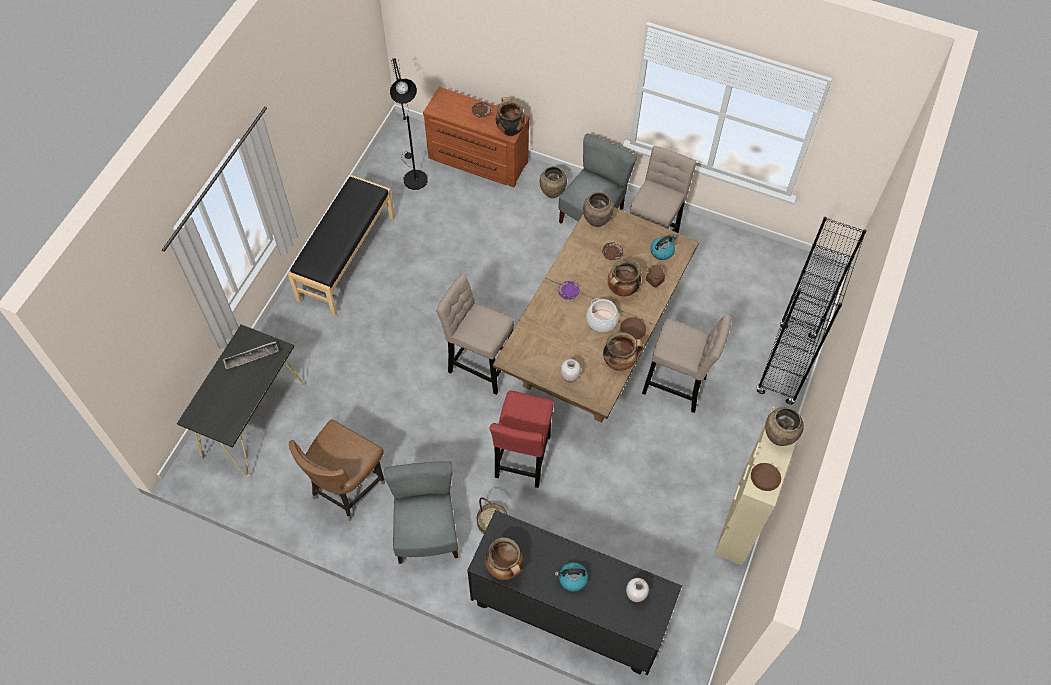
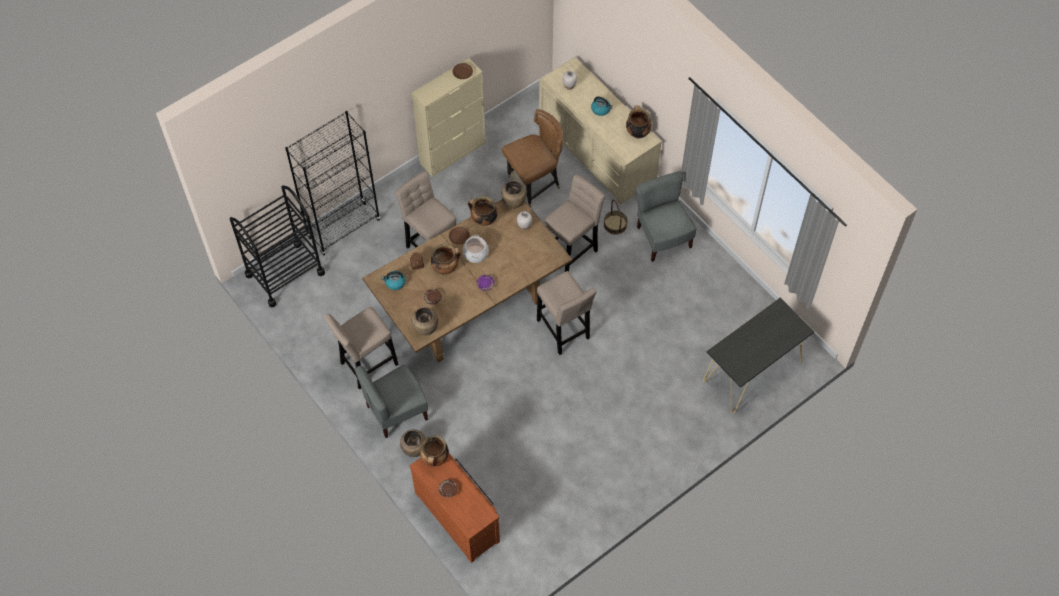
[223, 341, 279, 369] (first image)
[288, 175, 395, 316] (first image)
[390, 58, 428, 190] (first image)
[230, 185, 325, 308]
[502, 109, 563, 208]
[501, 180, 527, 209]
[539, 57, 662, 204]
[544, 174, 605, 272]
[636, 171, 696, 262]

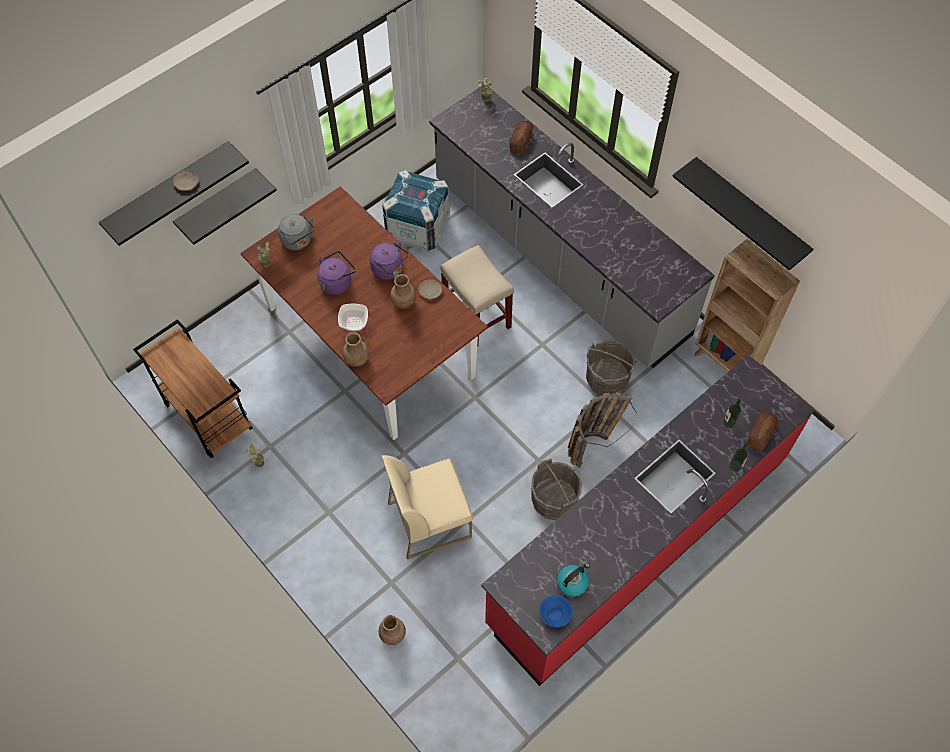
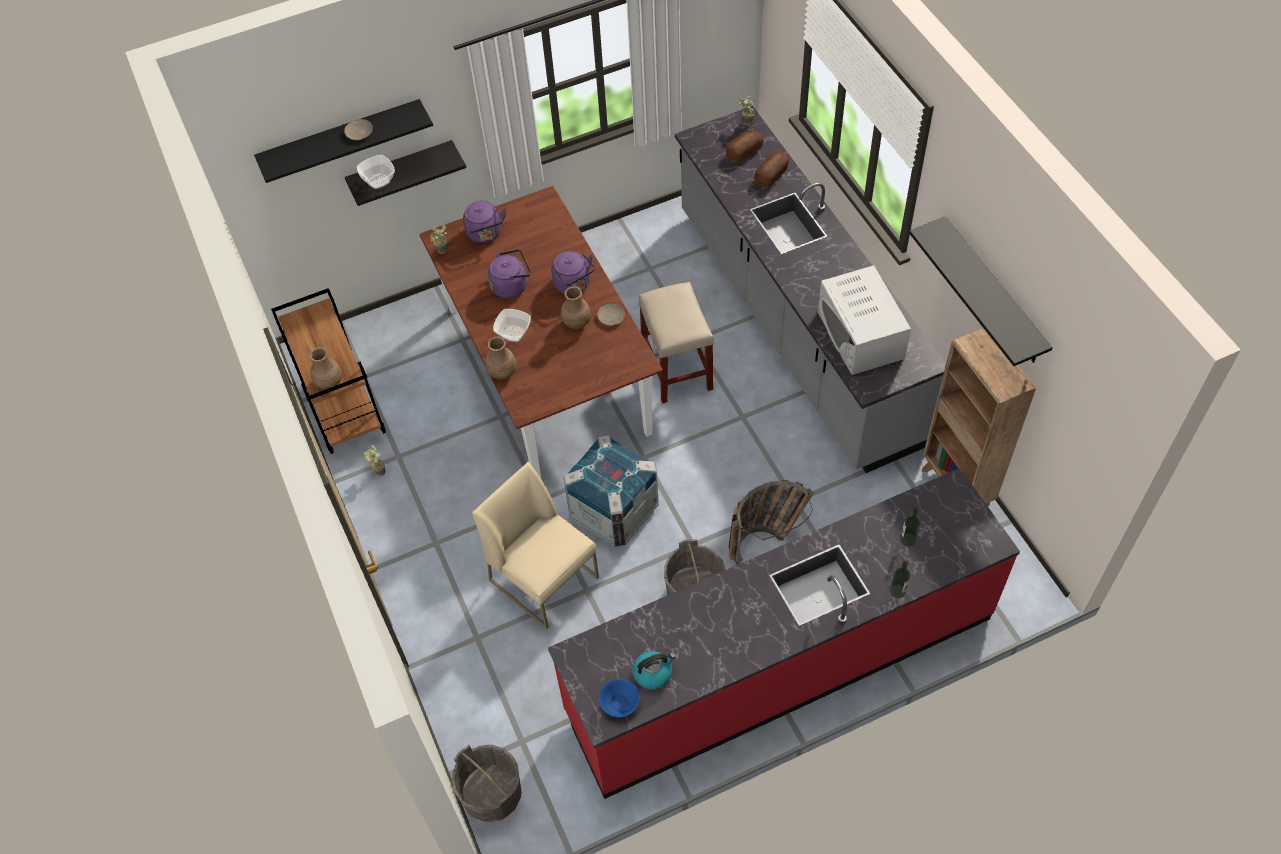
[357, 155, 395, 189]
[818, 265, 911, 375]
[310, 347, 342, 390]
[564, 435, 659, 547]
[452, 745, 522, 822]
[726, 130, 763, 163]
[463, 201, 506, 243]
[472, 462, 599, 629]

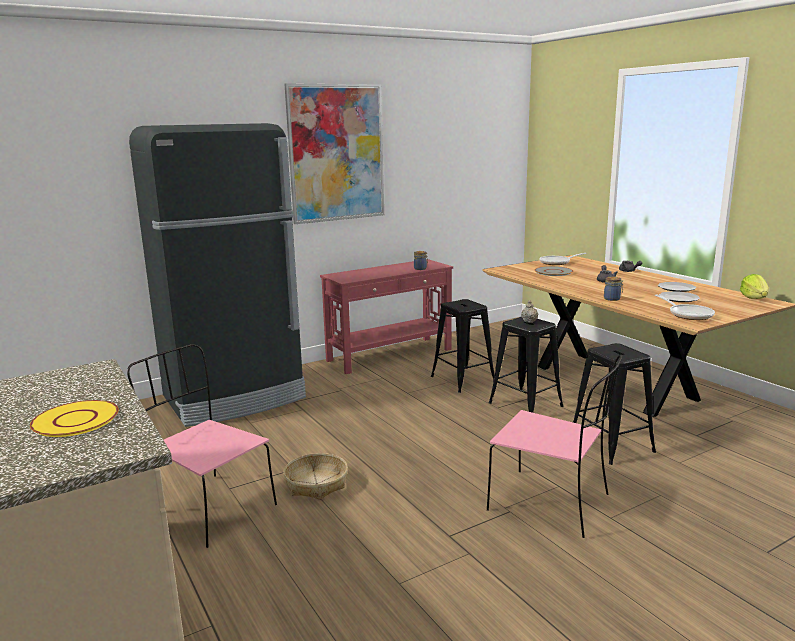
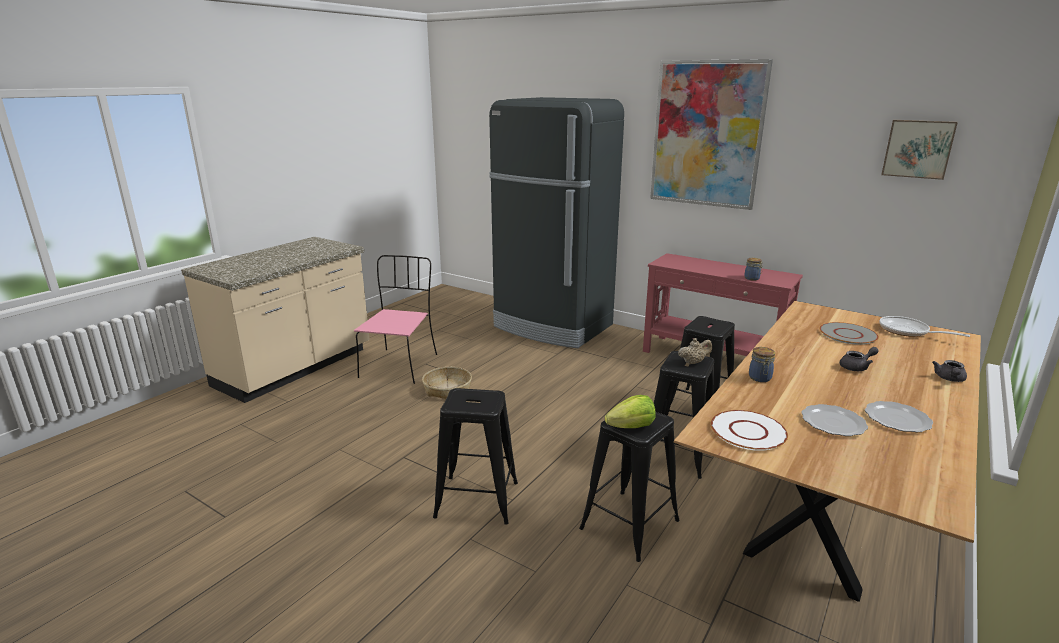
[30, 400, 119, 437] (first image)
[881, 120, 958, 180]
[605, 395, 656, 428]
[433, 388, 518, 525]
[711, 410, 788, 451]

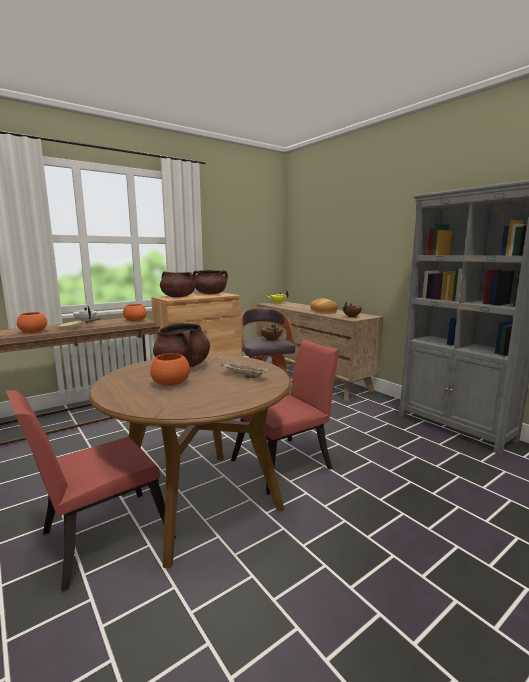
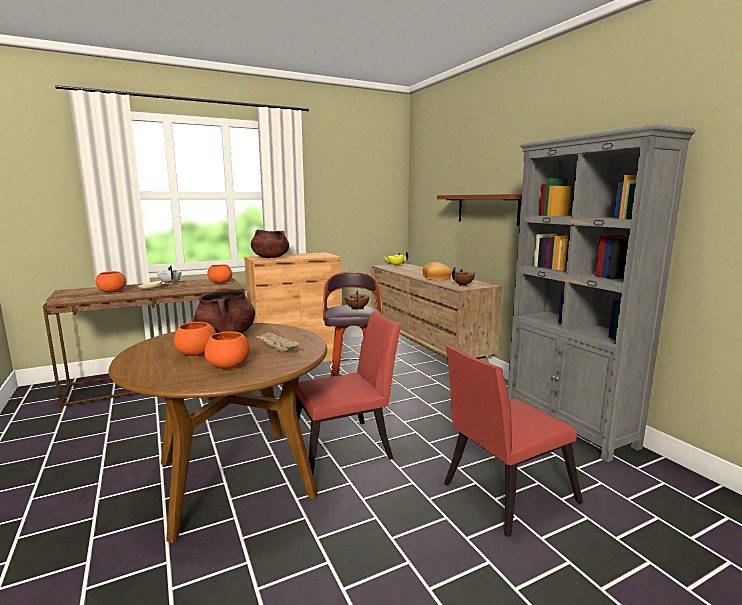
[193, 270, 228, 294] (first image)
[204, 331, 250, 369]
[437, 194, 522, 226]
[444, 346, 583, 537]

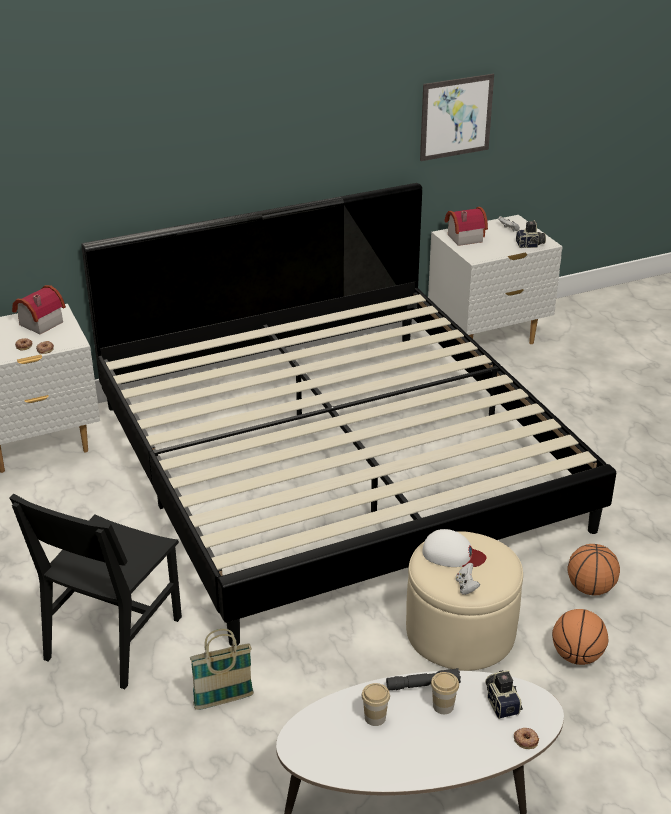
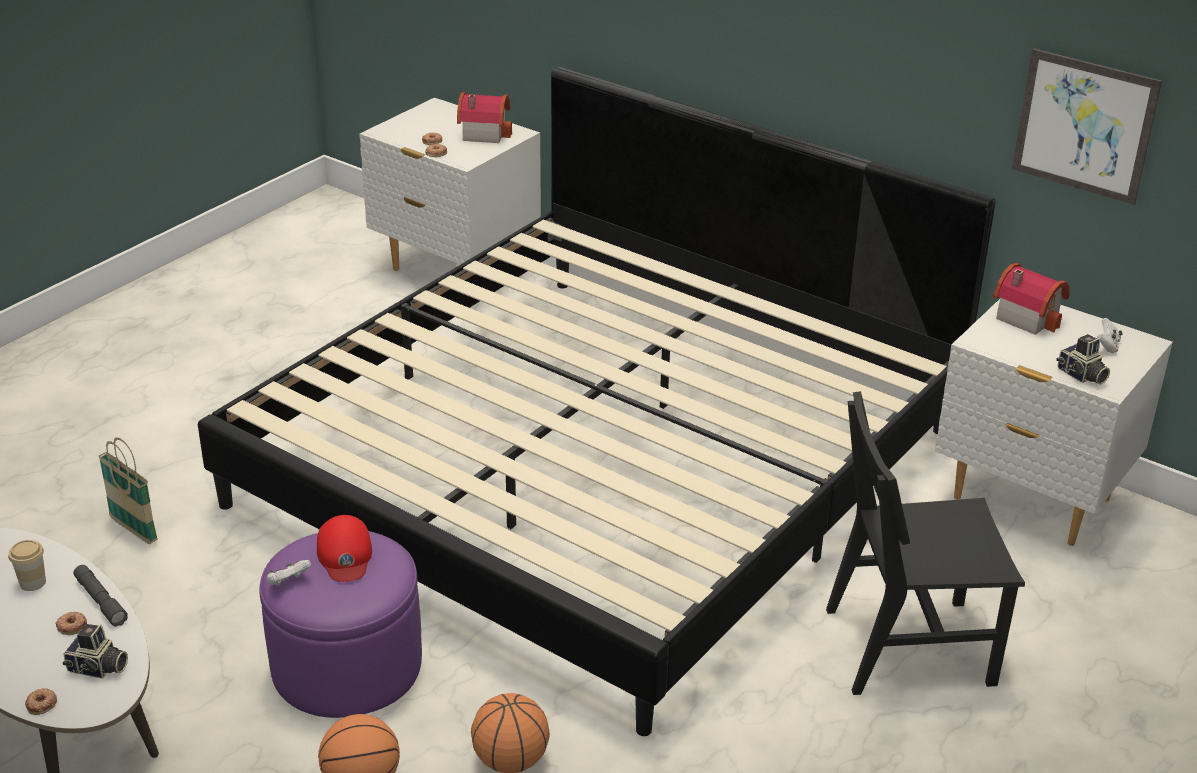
[826, 391, 1025, 695]
[56, 612, 87, 635]
[260, 531, 422, 718]
[317, 515, 372, 582]
[63, 624, 128, 679]

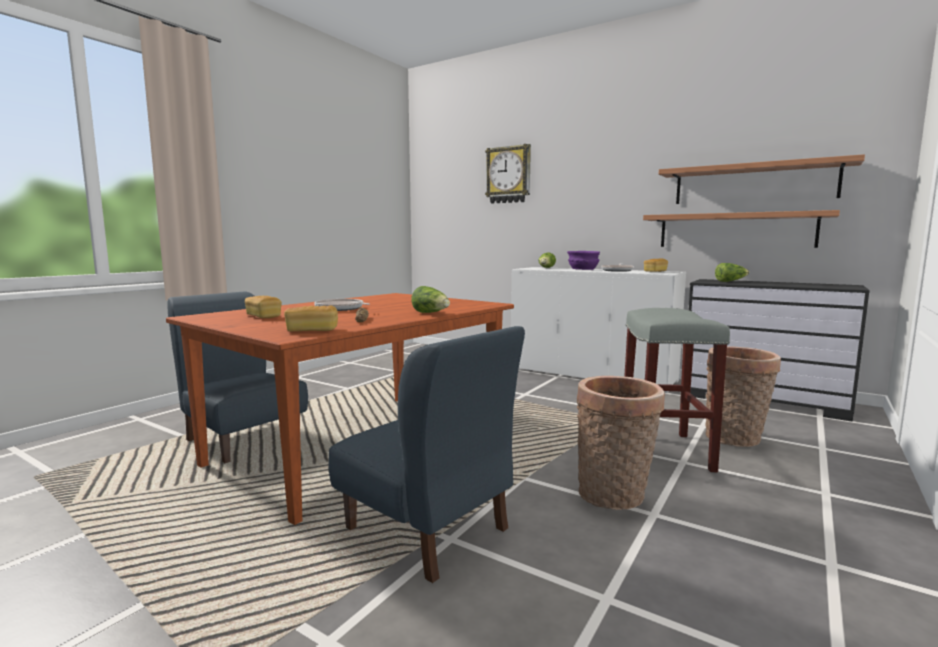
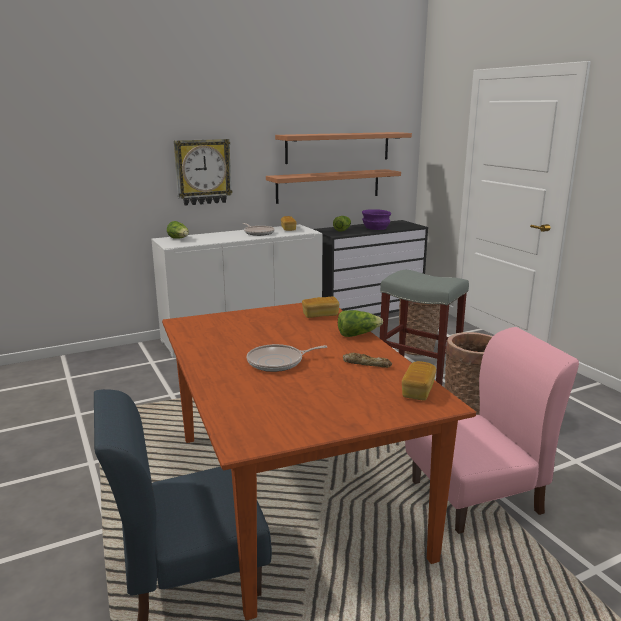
[302, 296, 339, 318]
[174, 139, 233, 206]
[362, 209, 391, 230]
[405, 327, 579, 534]

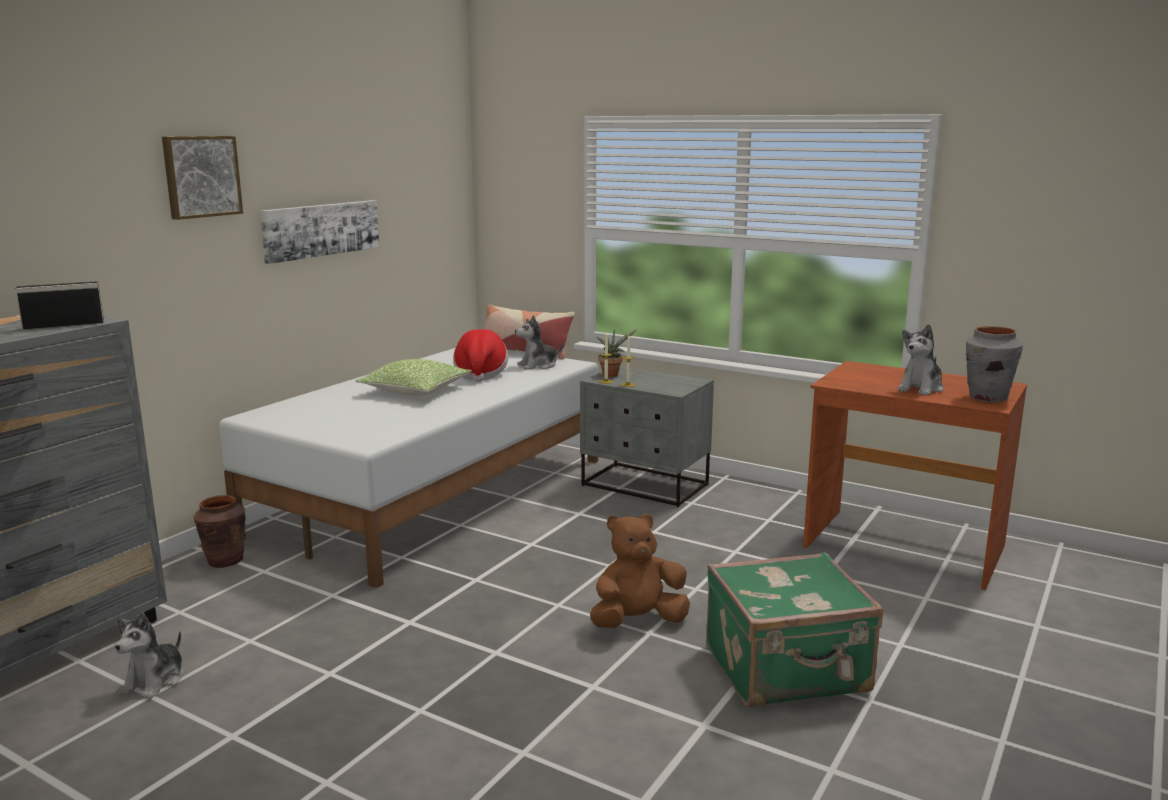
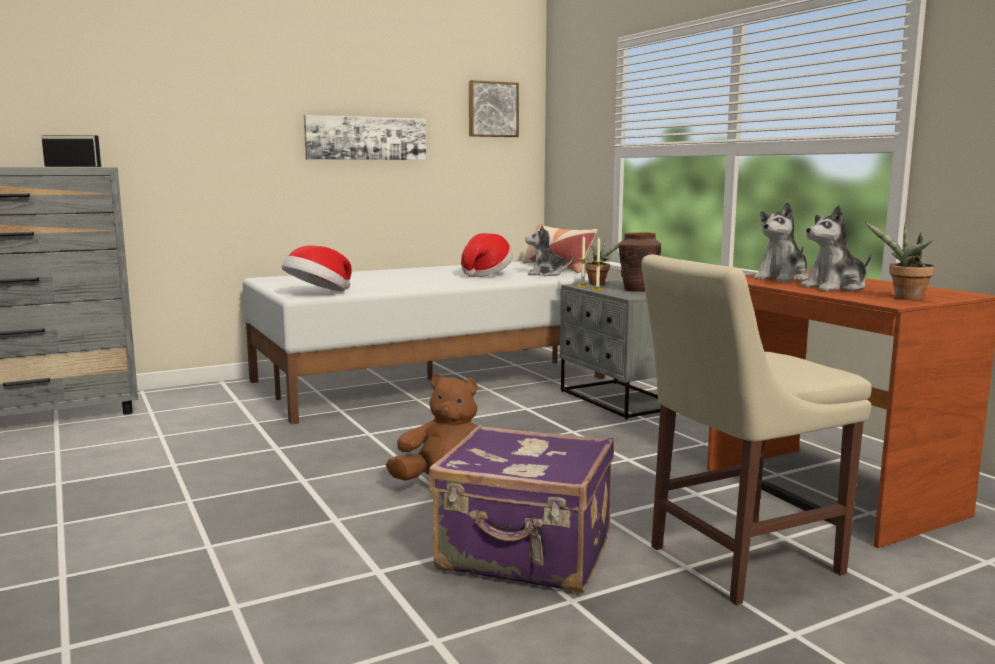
[355, 359, 472, 396] (first image)
[282, 246, 352, 291]
[641, 255, 872, 605]
[754, 202, 809, 282]
[469, 80, 519, 137]
[618, 232, 661, 292]
[865, 223, 935, 300]
[429, 425, 614, 592]

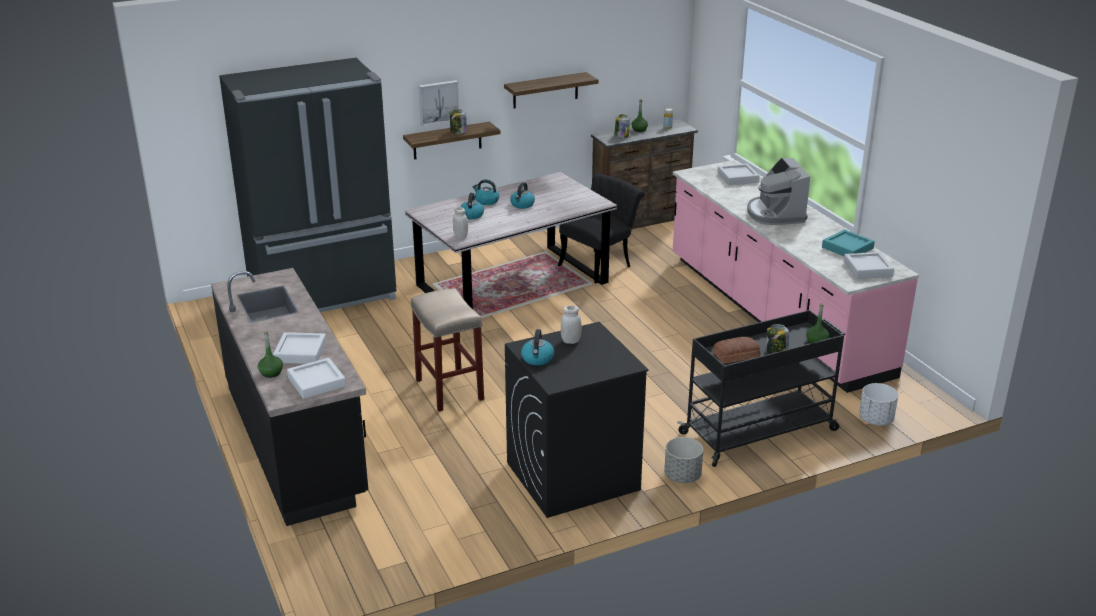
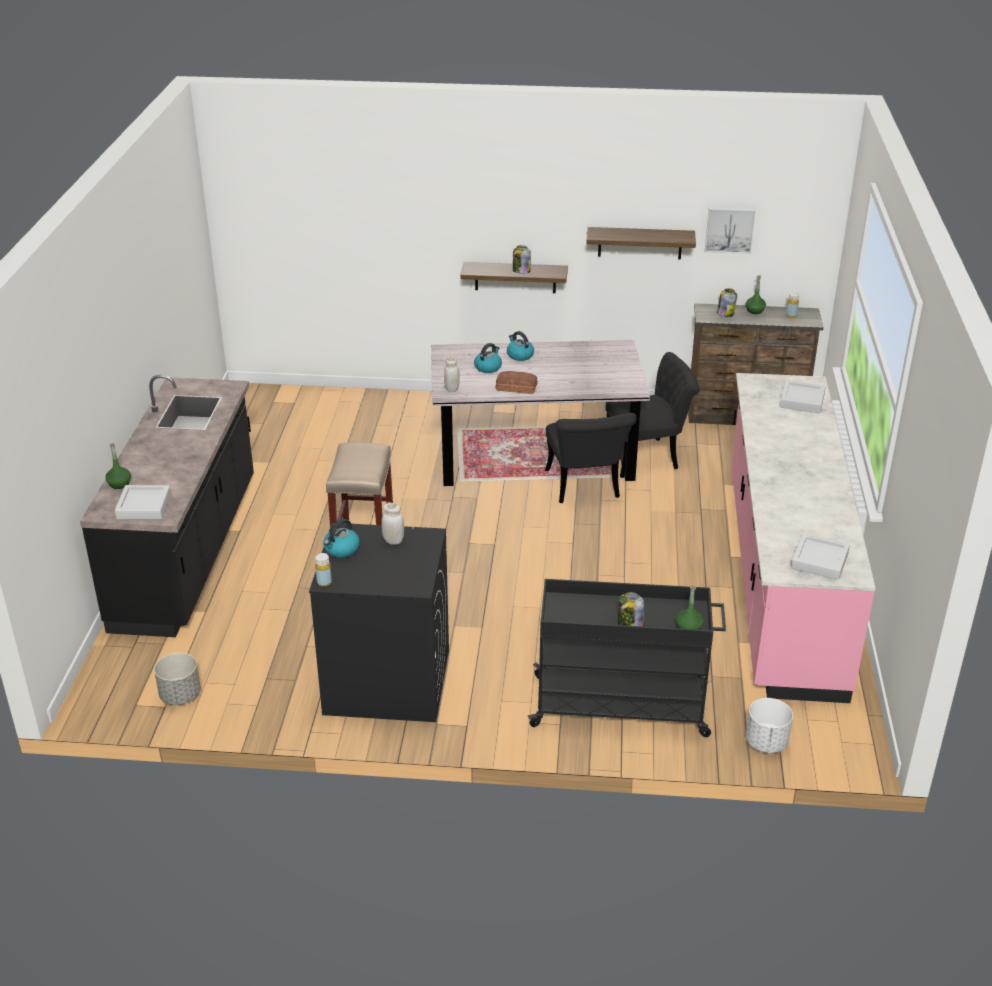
[219, 58, 396, 312] (first image)
[273, 332, 326, 364] (first image)
[510, 182, 535, 209] (first image)
[747, 158, 810, 225] (first image)
[822, 230, 875, 256] (first image)
[315, 553, 332, 587]
[545, 413, 636, 503]
[705, 207, 756, 254]
[154, 653, 201, 705]
[496, 371, 538, 394]

